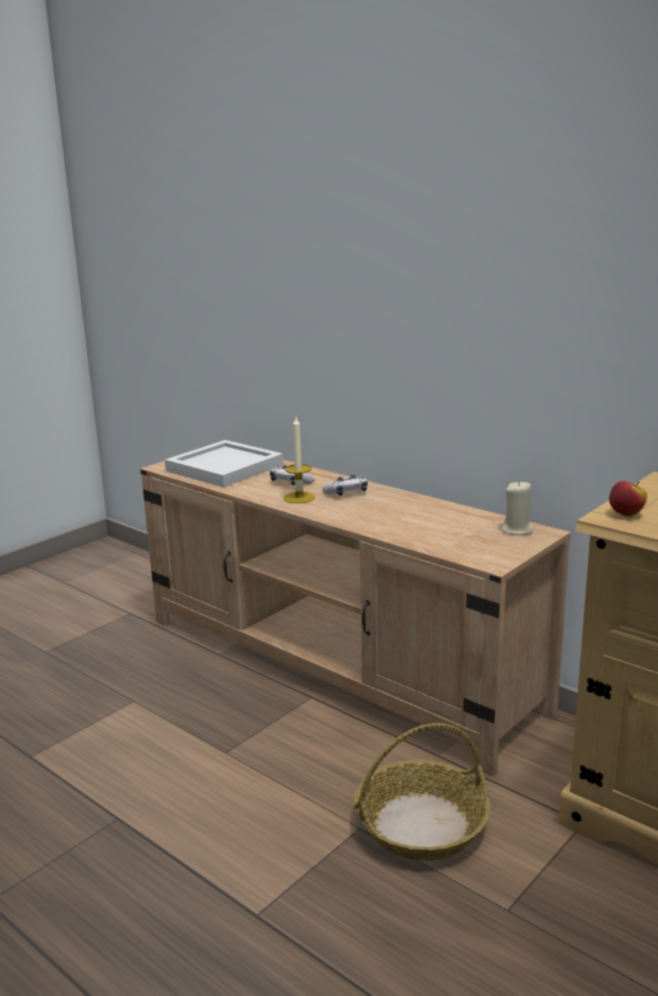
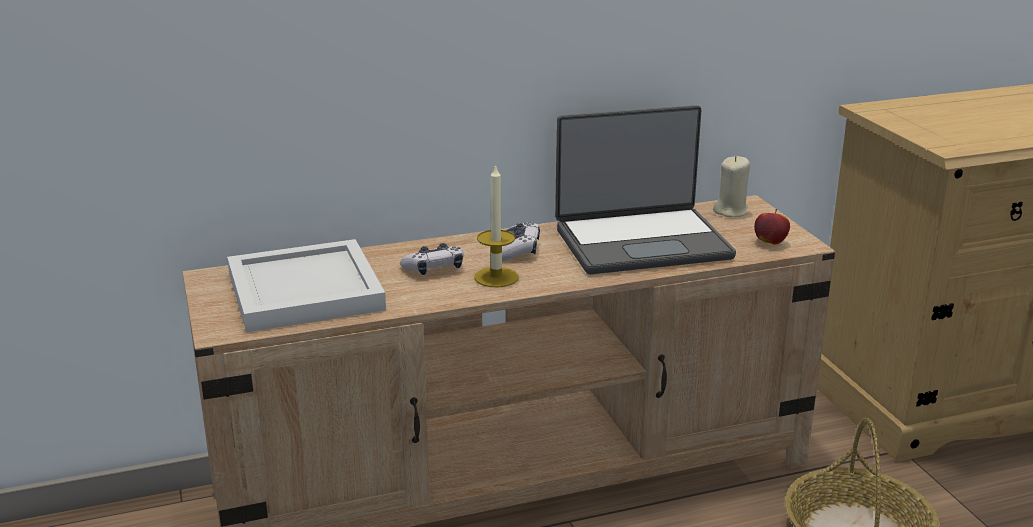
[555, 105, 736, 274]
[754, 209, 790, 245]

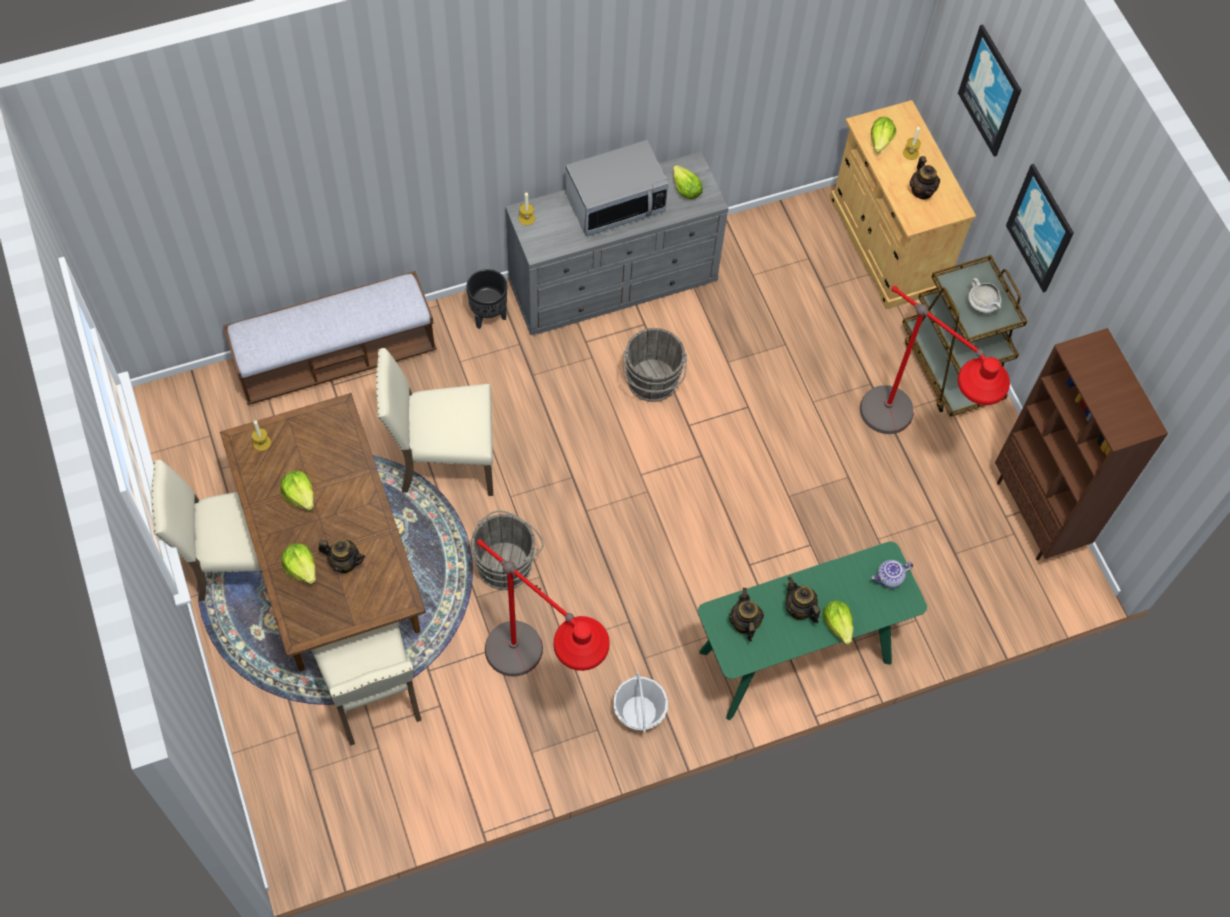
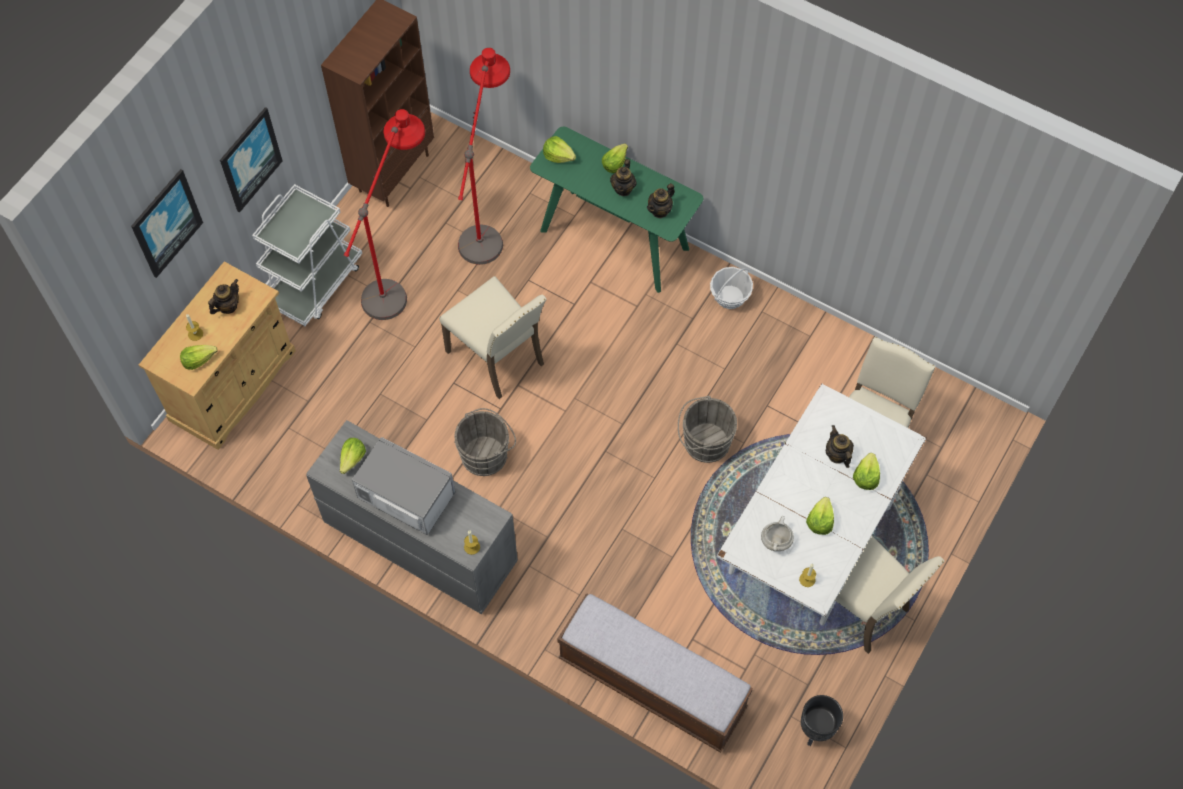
[439, 276, 547, 399]
[801, 695, 843, 746]
[458, 48, 510, 265]
[761, 516, 794, 551]
[543, 136, 576, 163]
[716, 384, 926, 625]
[252, 184, 362, 326]

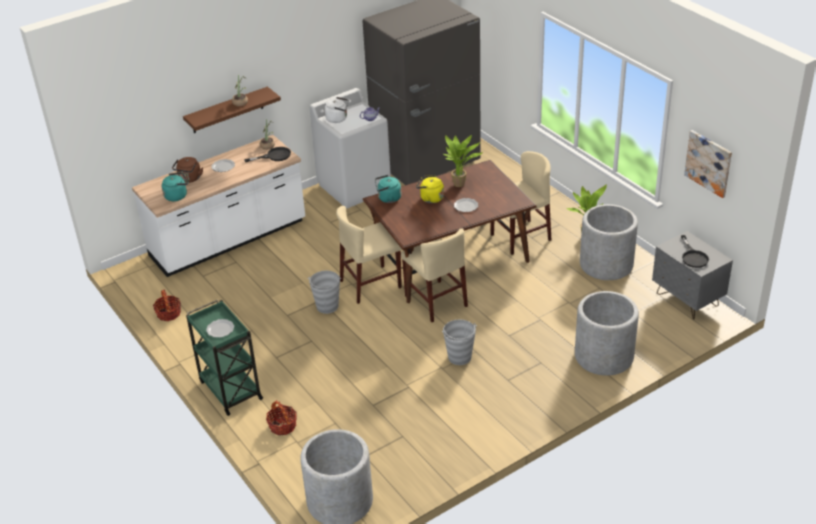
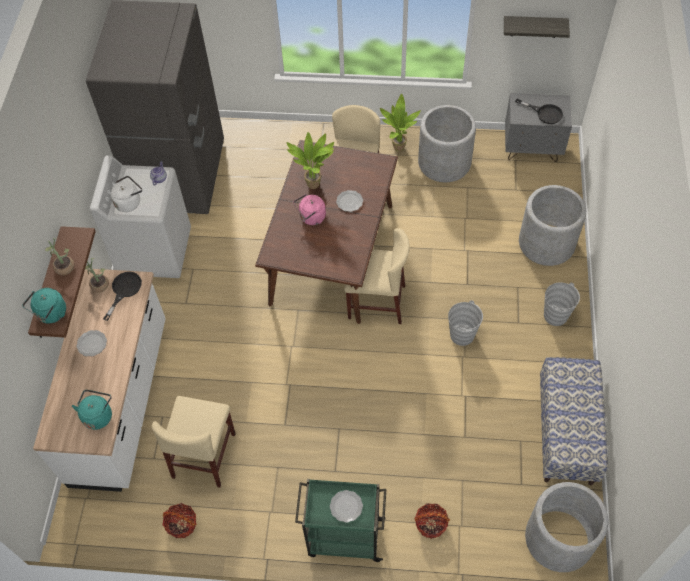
[172, 157, 203, 183] (first image)
[540, 357, 608, 486]
[544, 282, 580, 326]
[152, 396, 236, 488]
[22, 288, 66, 324]
[504, 16, 570, 38]
[294, 194, 326, 225]

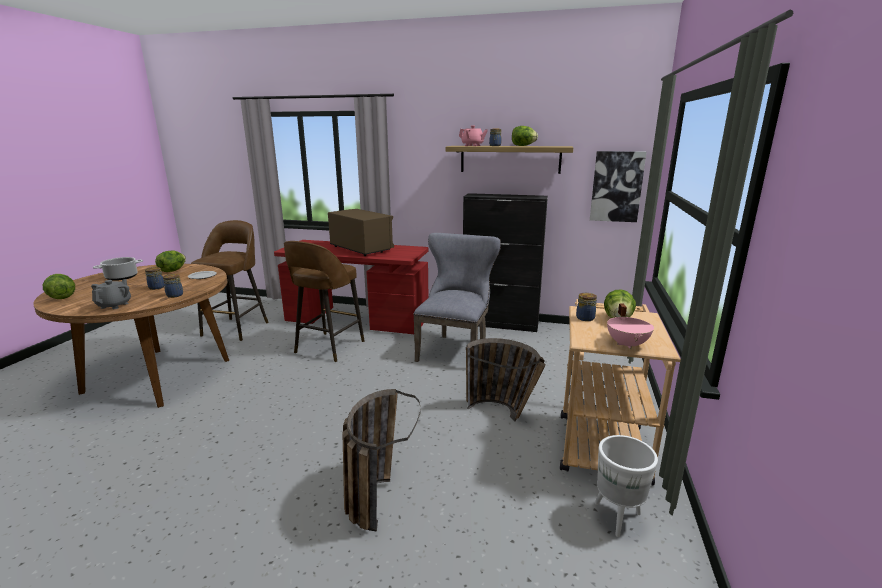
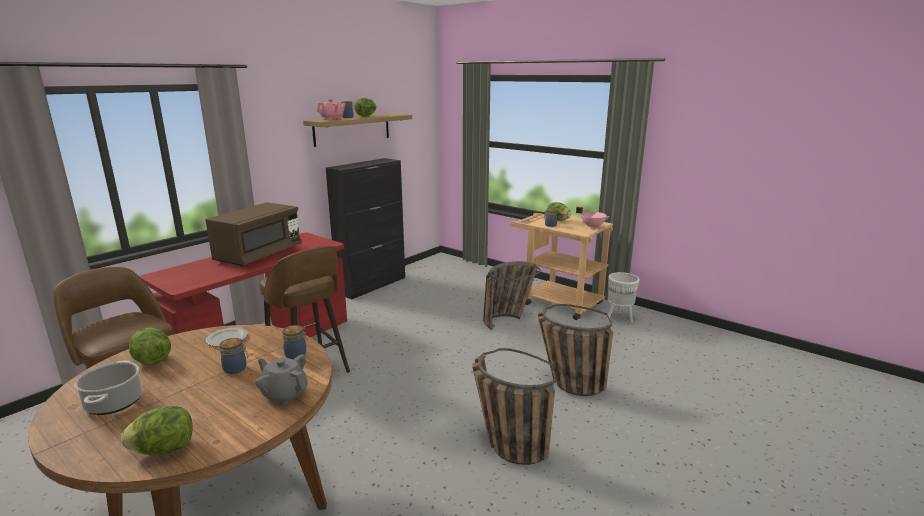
[413, 233, 501, 362] (first image)
[590, 151, 647, 222] (first image)
[472, 348, 555, 465]
[206, 202, 302, 266]

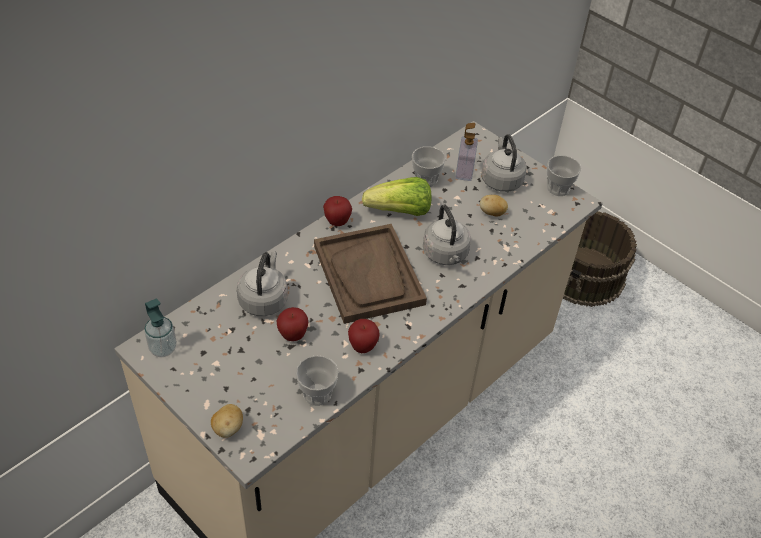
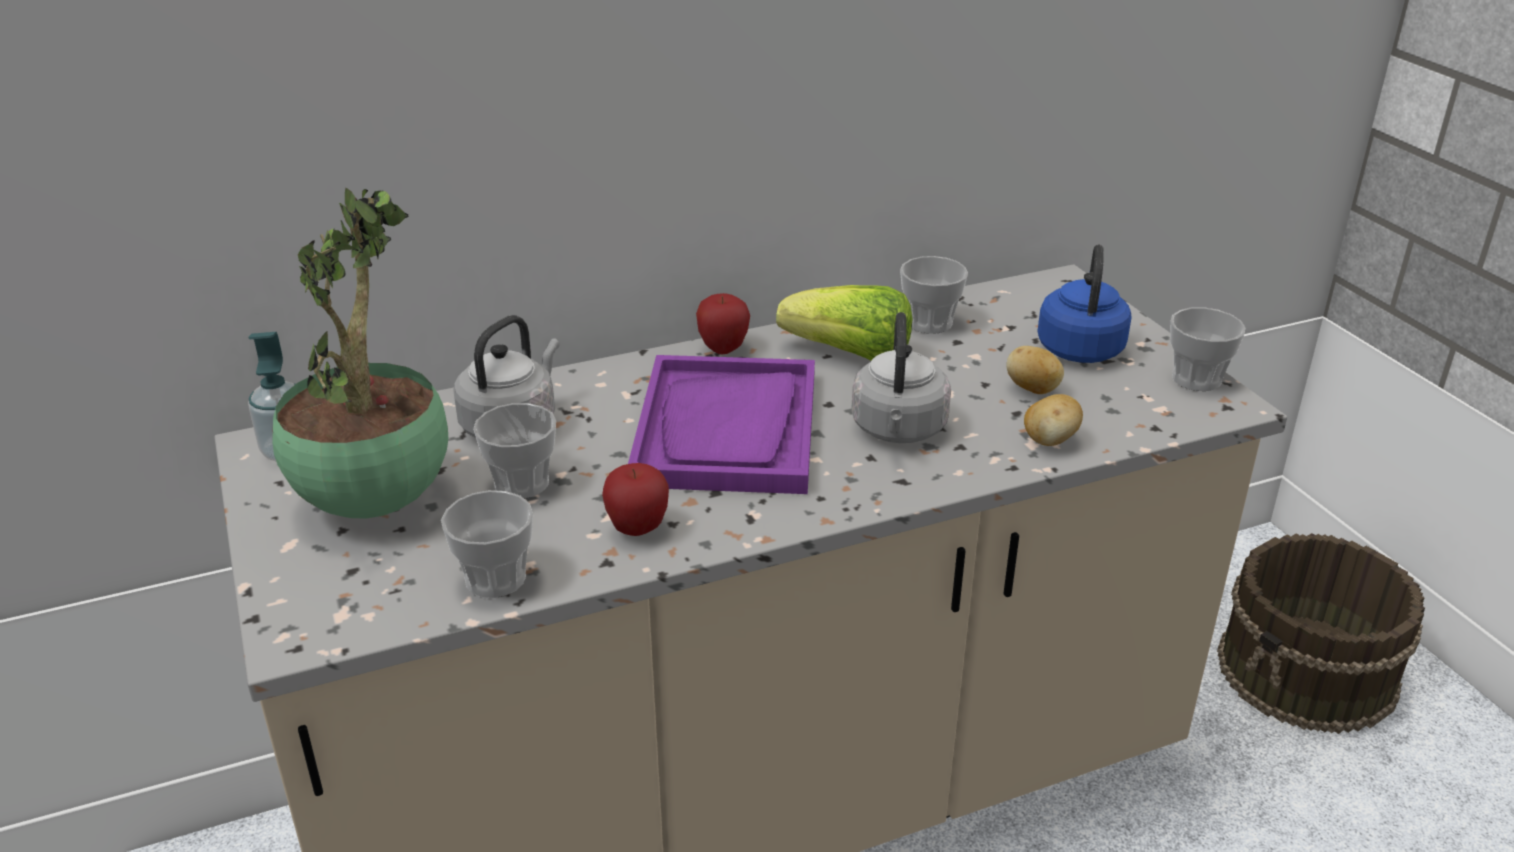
[455, 123, 478, 181] (first image)
[272, 188, 448, 518]
[1024, 394, 1083, 446]
[473, 403, 556, 499]
[628, 355, 815, 494]
[1037, 245, 1132, 363]

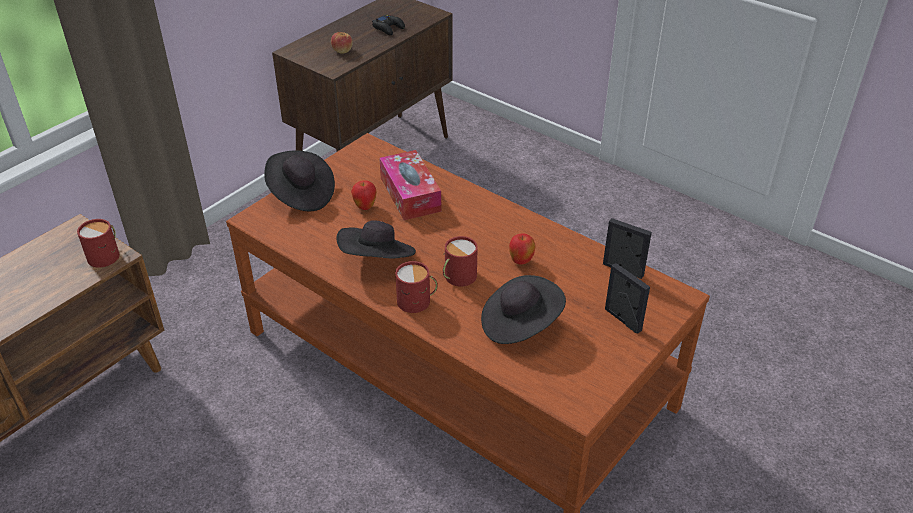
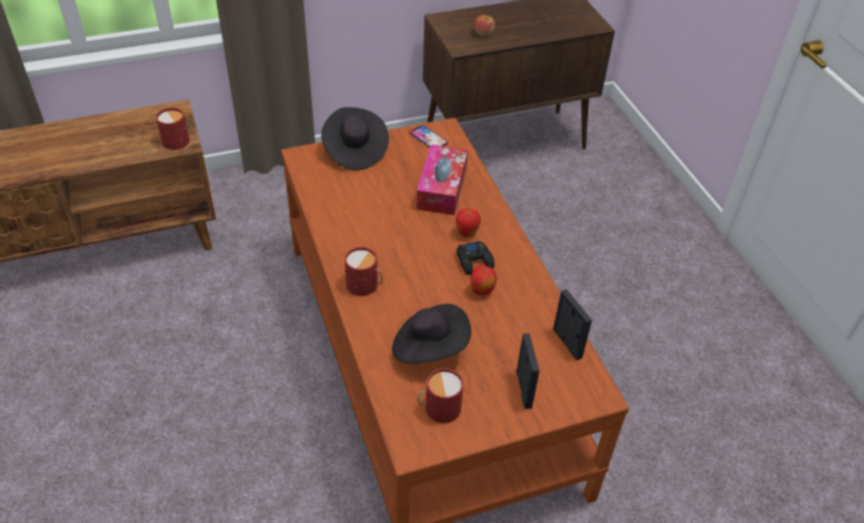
[337, 220, 416, 259] (first image)
[409, 125, 448, 148]
[456, 208, 481, 237]
[456, 241, 495, 275]
[417, 368, 463, 423]

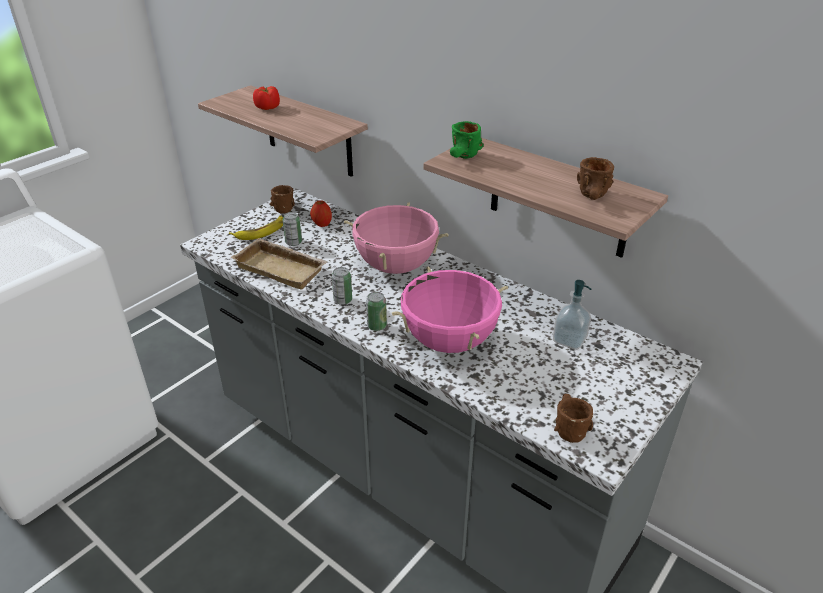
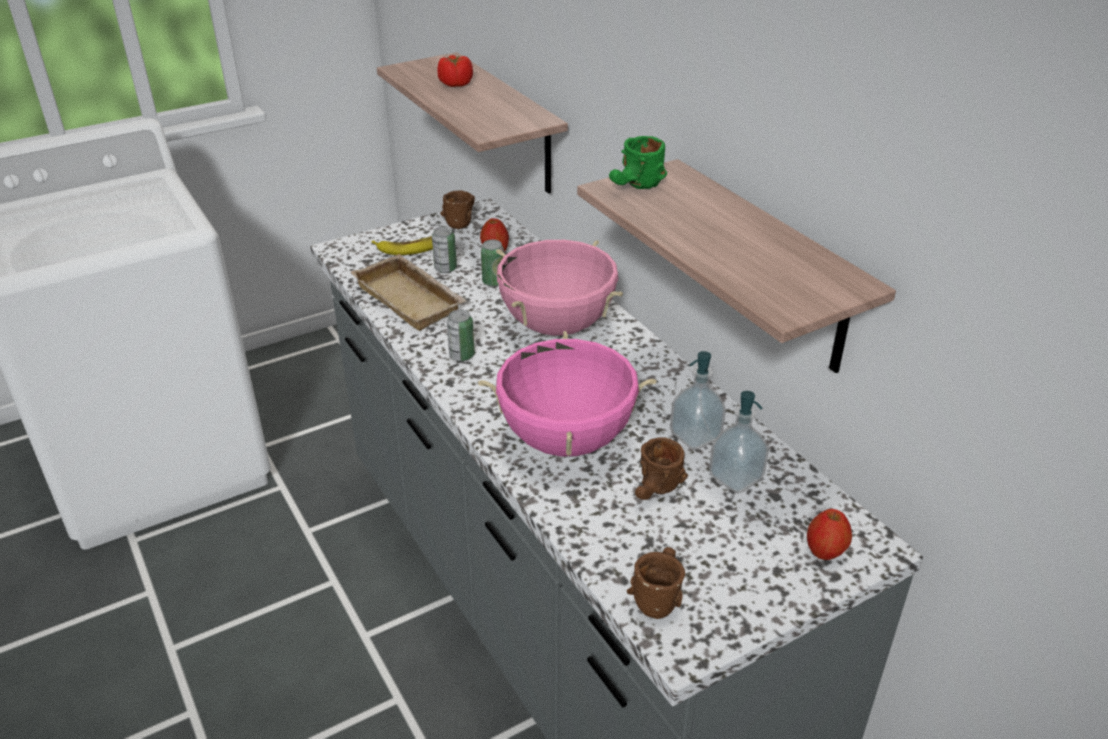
[670, 351, 726, 450]
[807, 509, 852, 560]
[481, 240, 504, 287]
[635, 437, 688, 500]

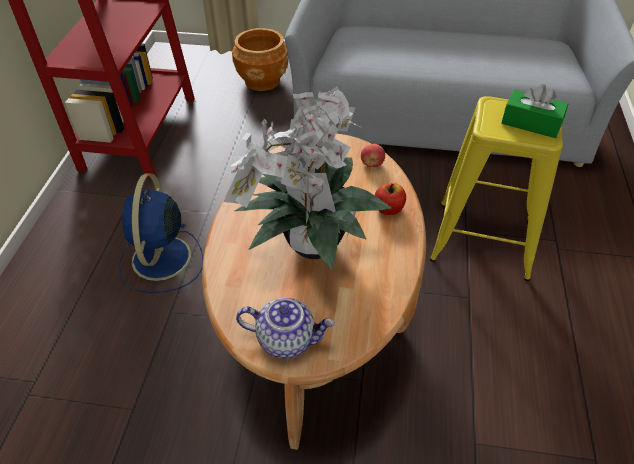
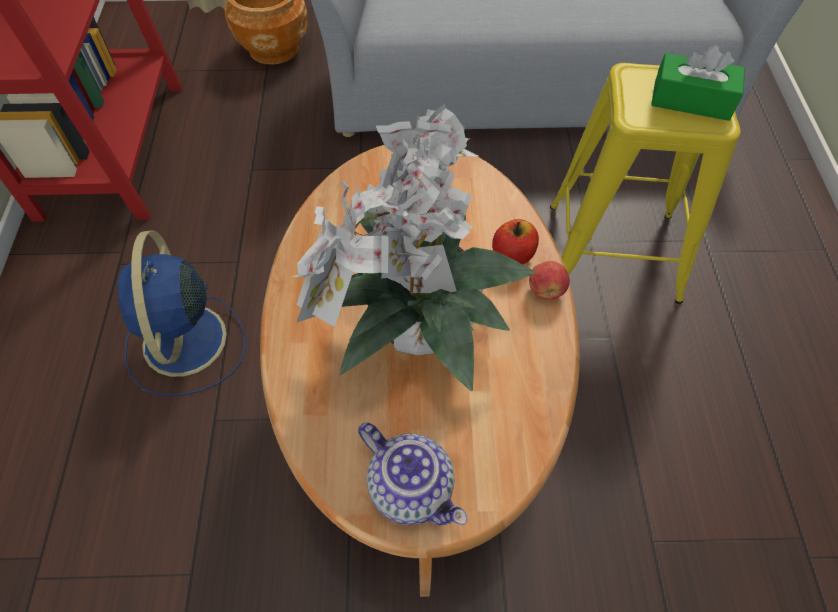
[529, 261, 570, 300]
[358, 422, 467, 525]

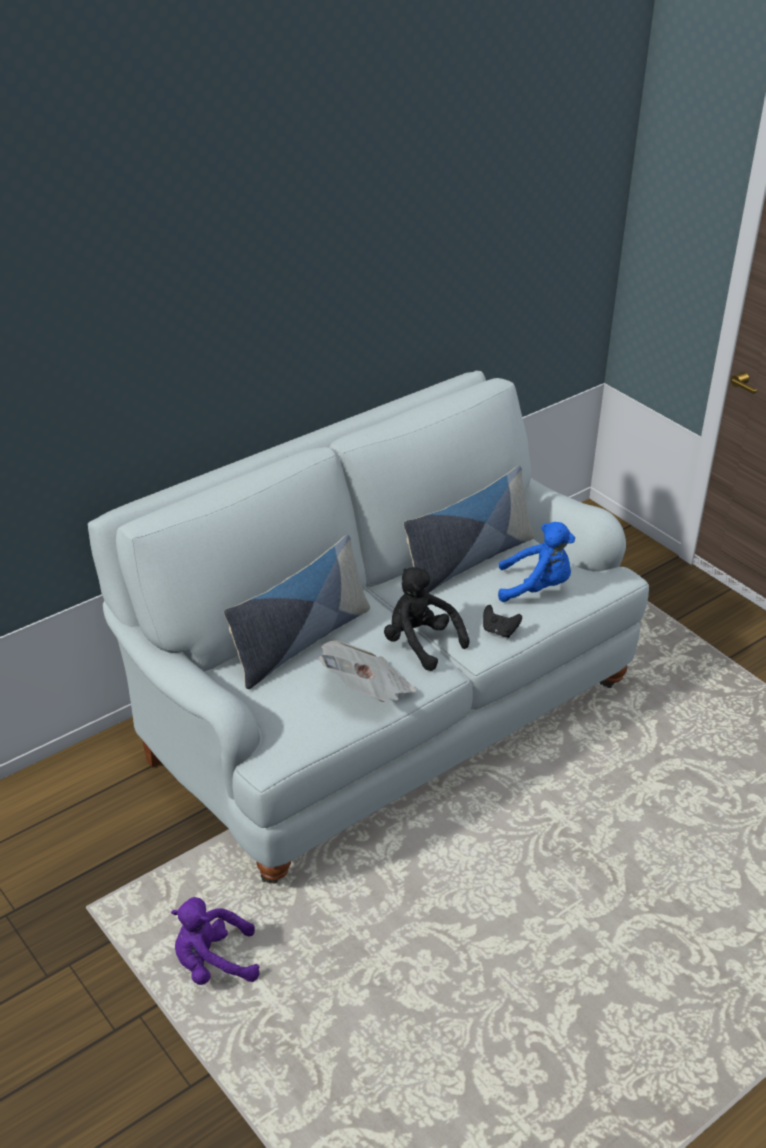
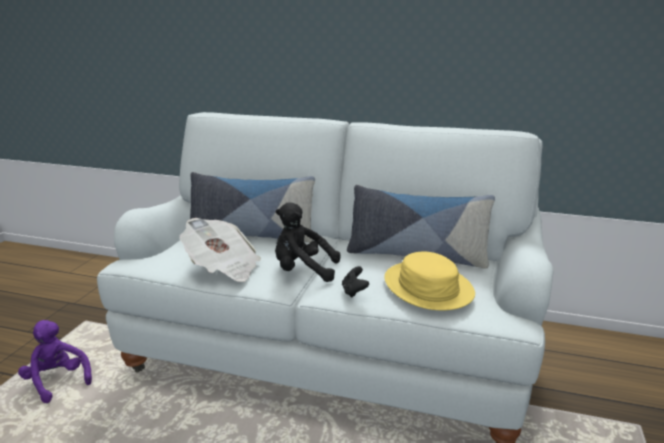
[384, 252, 475, 310]
[275, 203, 340, 282]

